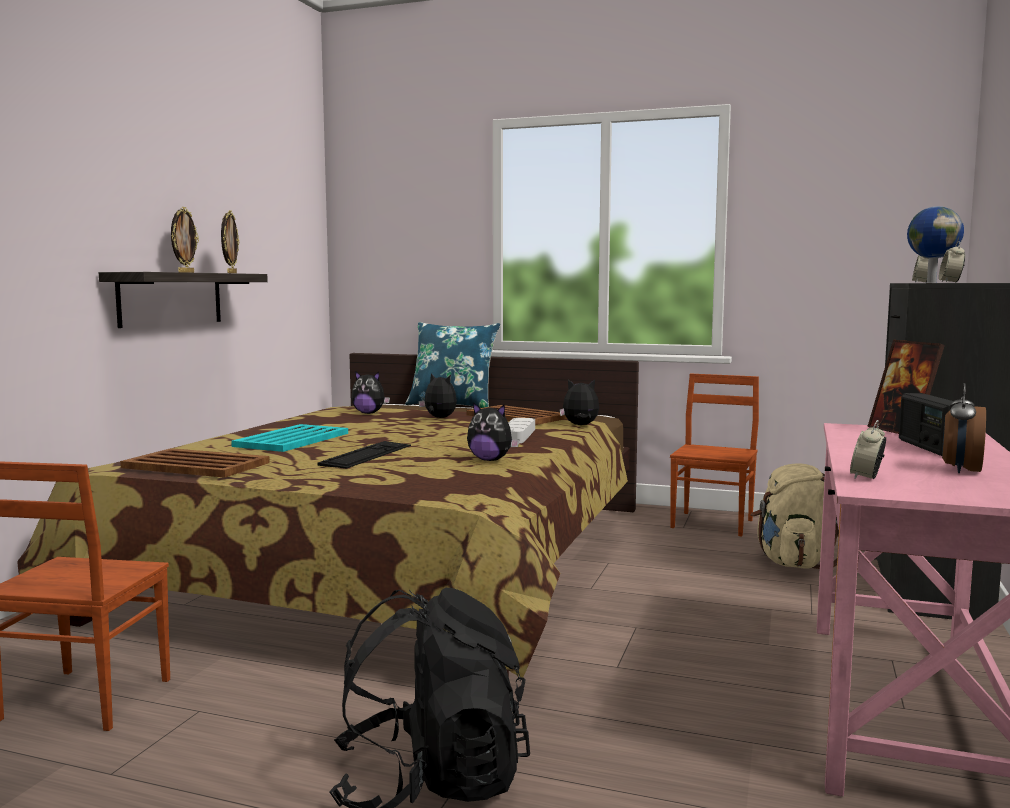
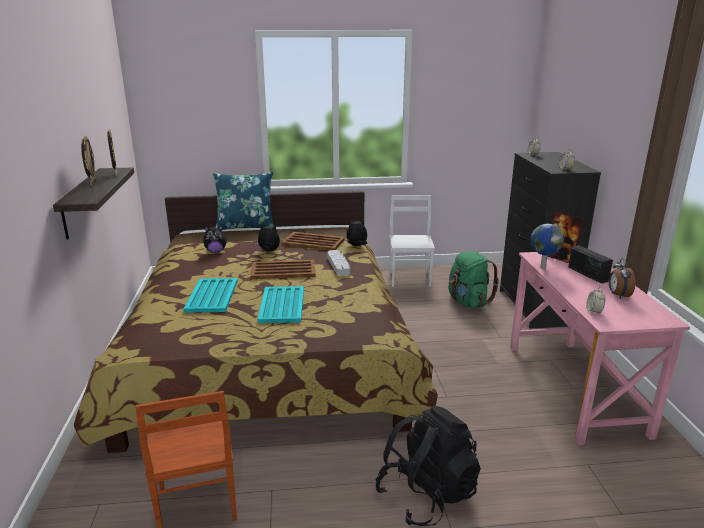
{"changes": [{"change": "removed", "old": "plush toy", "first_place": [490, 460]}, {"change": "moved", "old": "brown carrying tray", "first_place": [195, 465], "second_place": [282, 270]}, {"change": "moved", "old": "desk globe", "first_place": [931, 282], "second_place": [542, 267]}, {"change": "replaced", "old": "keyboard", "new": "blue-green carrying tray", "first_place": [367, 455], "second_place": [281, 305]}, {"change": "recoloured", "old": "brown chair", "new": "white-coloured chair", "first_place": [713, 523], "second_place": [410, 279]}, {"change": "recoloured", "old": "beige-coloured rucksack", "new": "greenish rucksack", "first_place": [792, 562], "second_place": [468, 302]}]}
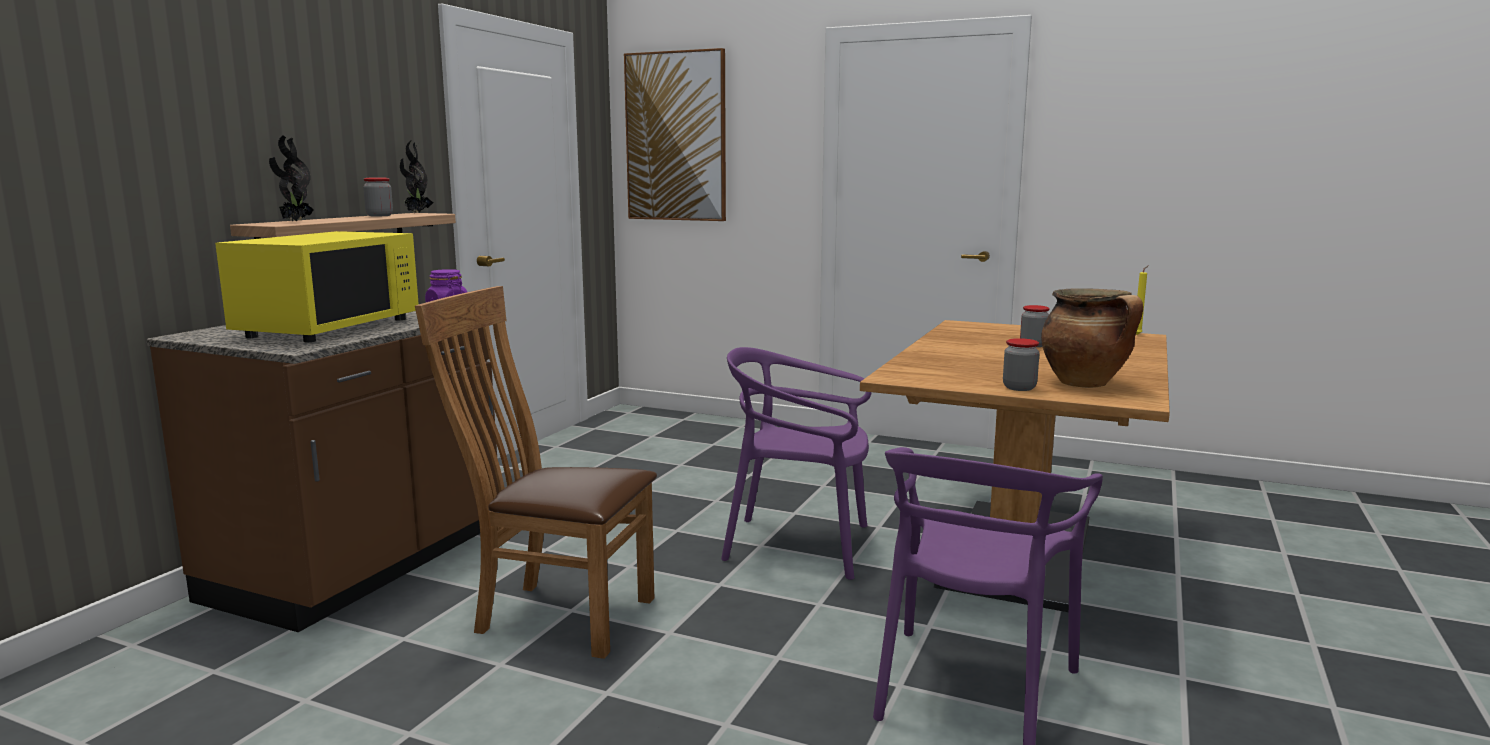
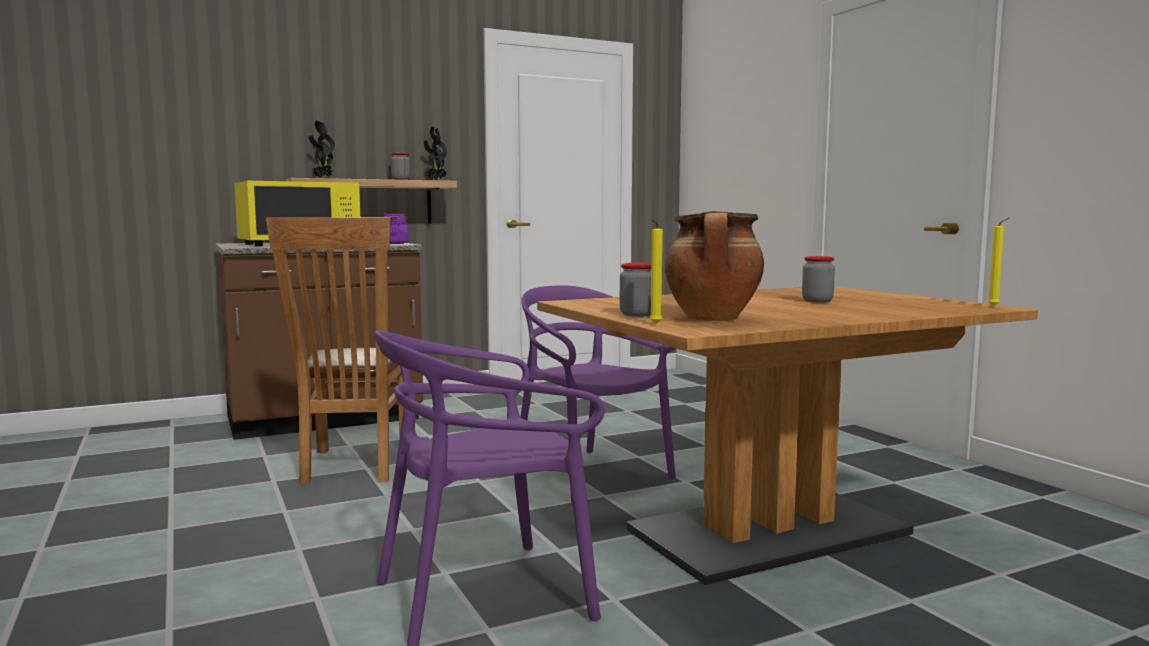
{"changes": [{"change": "removed", "old": "wall picture", "first_place": [676, 137]}, {"change": "added", "new": "yellow candle", "second_place": [654, 324]}, {"change": "turned", "old": "brown chair", "first_place": [555, 615], "second_place": [352, 467], "degrees": -150}]}
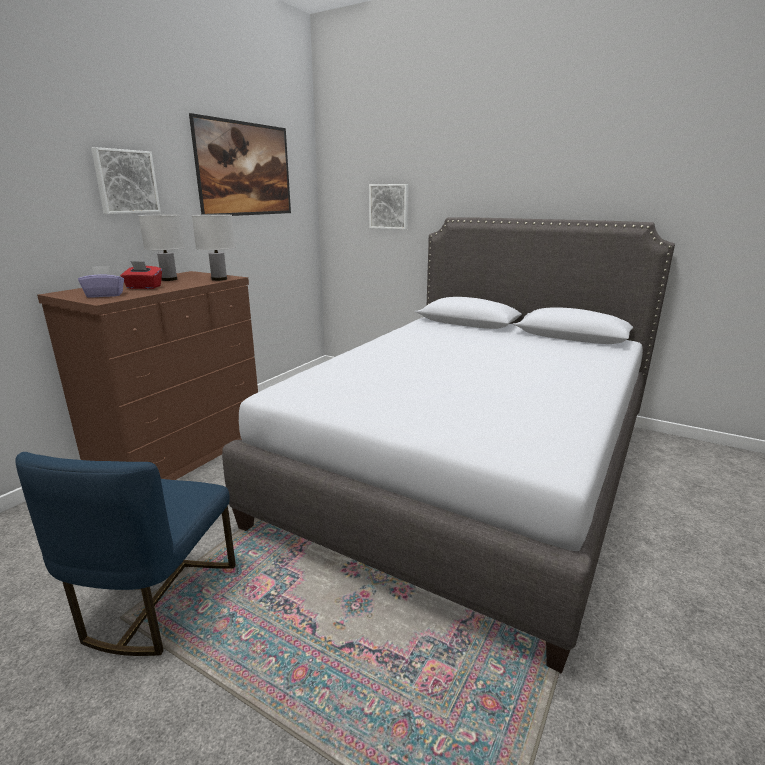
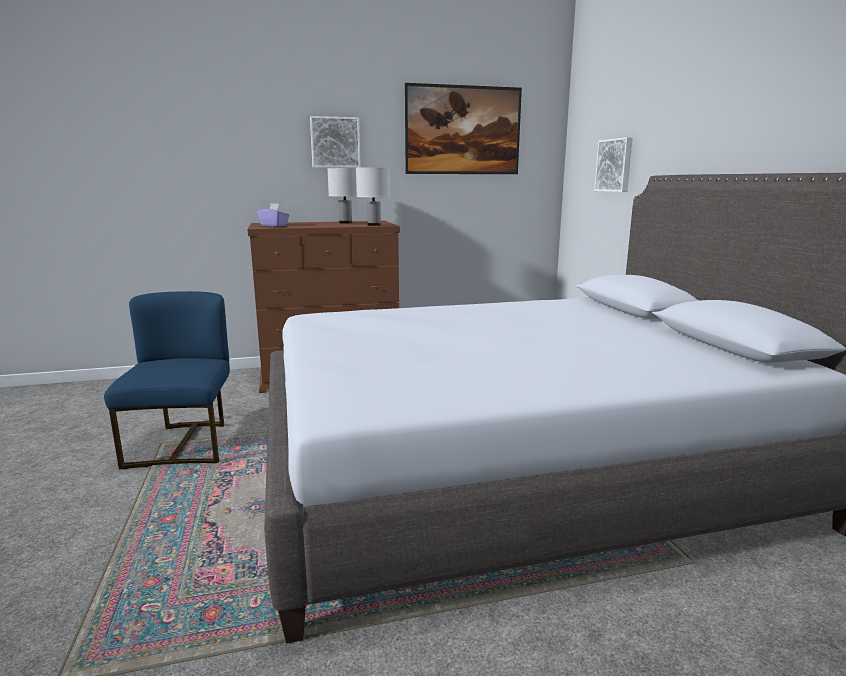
{"changes": [{"change": "removed", "old": "red box of tissues", "first_place": [143, 287]}, {"change": "turned", "old": "blue chair", "first_place": [155, 601], "second_place": [184, 444], "degrees": 120}]}
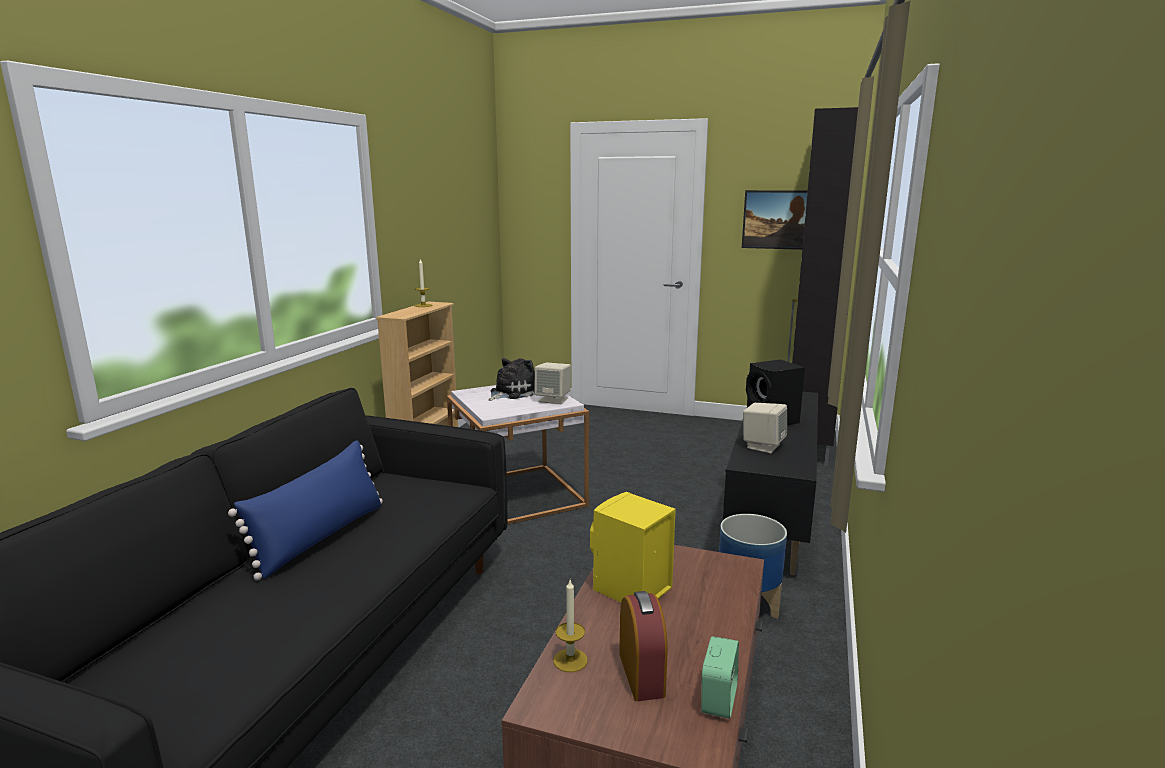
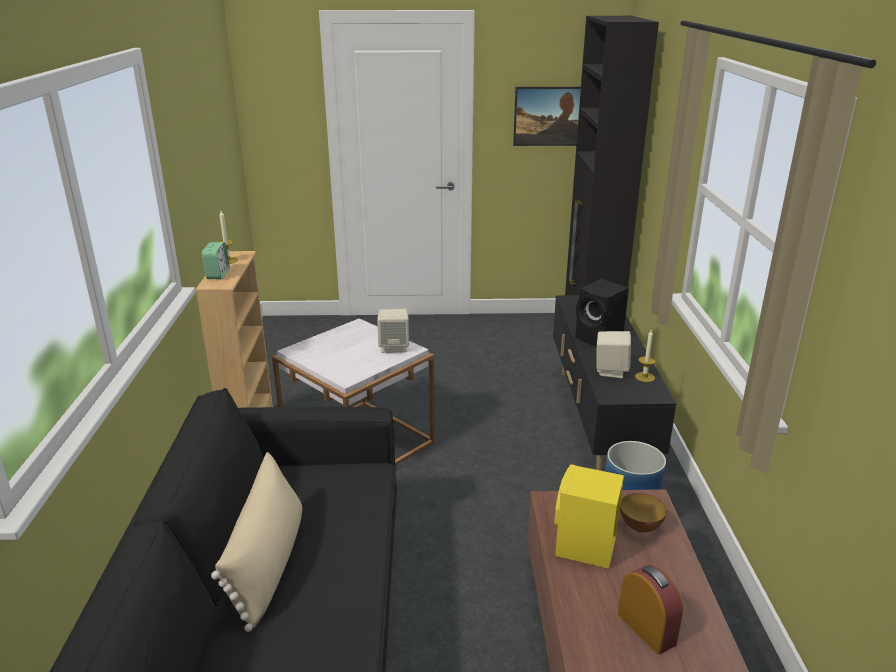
{"changes": [{"change": "removed", "old": "plush toy", "first_place": [511, 393]}, {"change": "added", "new": "serving bowl", "second_place": [640, 527]}, {"change": "moved", "old": "candle", "first_place": [570, 660], "second_place": [644, 377]}, {"change": "moved", "old": "table clock", "first_place": [718, 699], "second_place": [218, 274]}, {"change": "recoloured", "old": "blue throw pillow", "new": "beige-coloured throw pillow", "first_place": [321, 537], "second_place": [268, 563]}]}
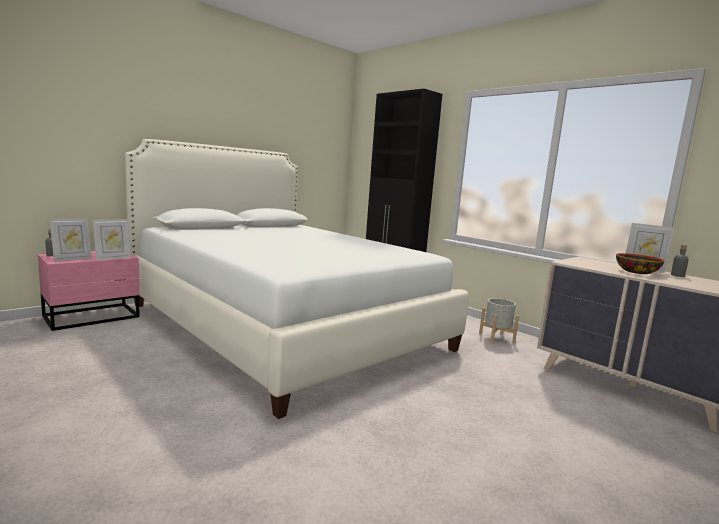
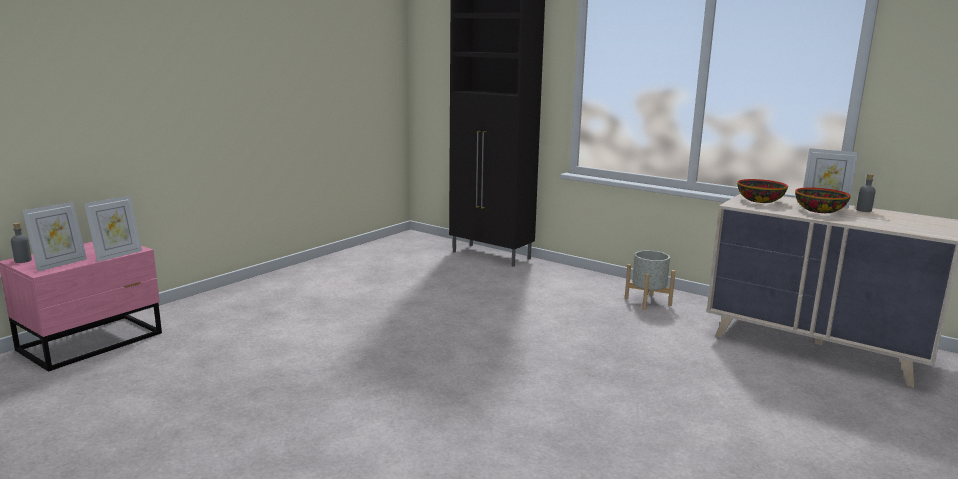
{"changes": [{"change": "removed", "old": "white-coloured bed", "first_place": [284, 326]}, {"change": "added", "new": "serving bowl", "second_place": [760, 200]}]}
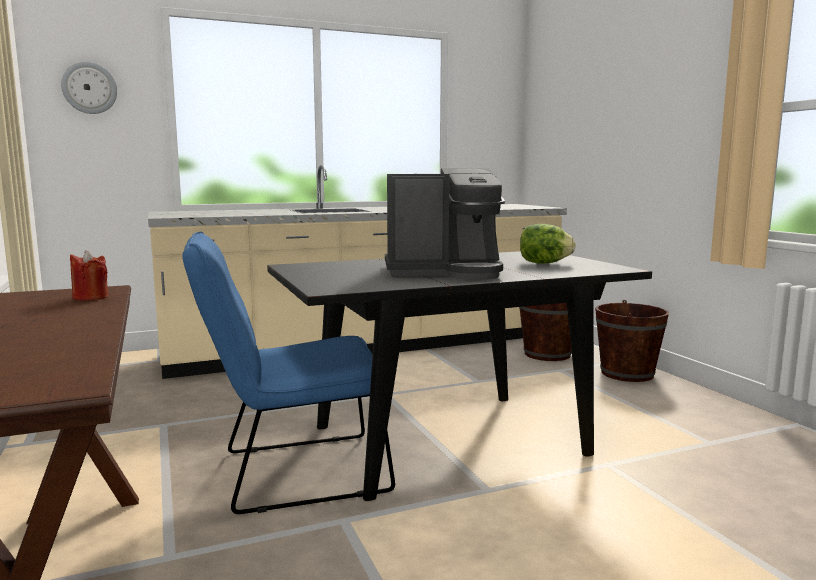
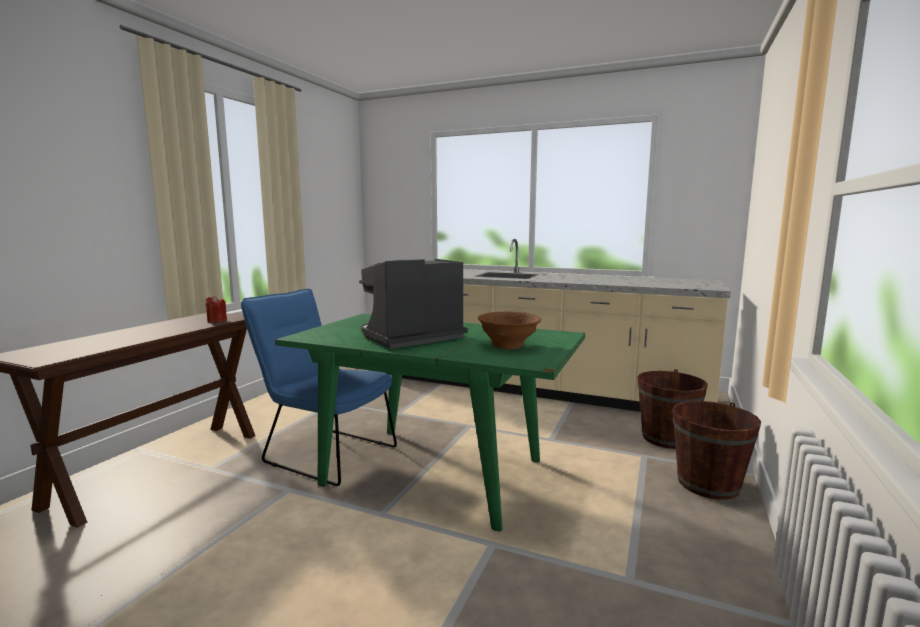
{"changes": [{"change": "removed", "old": "wall clock", "first_place": [89, 88]}, {"change": "replaced", "old": "lettuce head", "new": "brown serving bowl", "first_place": [544, 263], "second_place": [508, 345]}, {"change": "recoloured", "old": "black dining table", "new": "greenish dining table", "first_place": [450, 440], "second_place": [436, 472]}, {"change": "turned", "old": "coffee brewer", "first_place": [445, 272], "second_place": [410, 338], "degrees": 105}]}
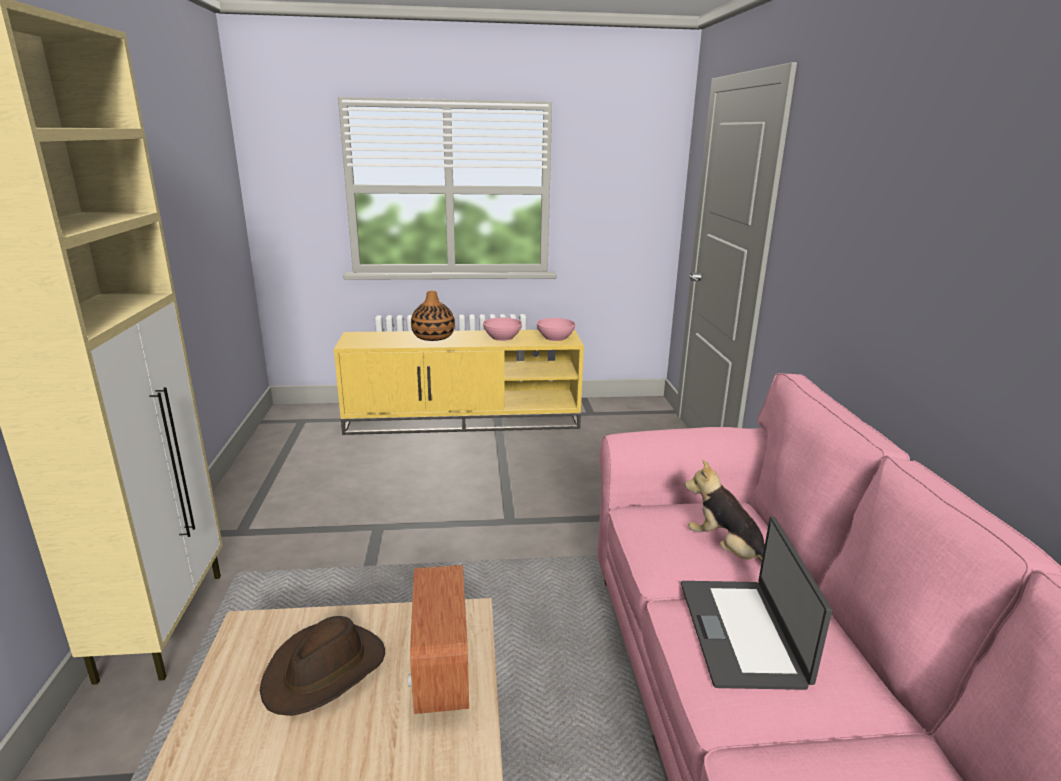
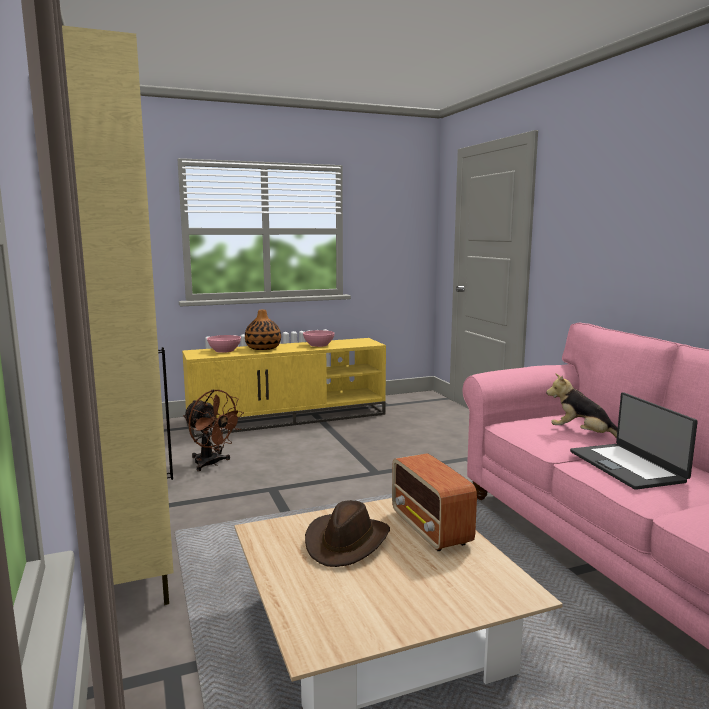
{"changes": [{"change": "added", "new": "brown cooling fan", "second_place": [212, 464]}, {"change": "moved", "old": "pink-coloured serving bowl", "first_place": [555, 337], "second_place": [224, 350]}]}
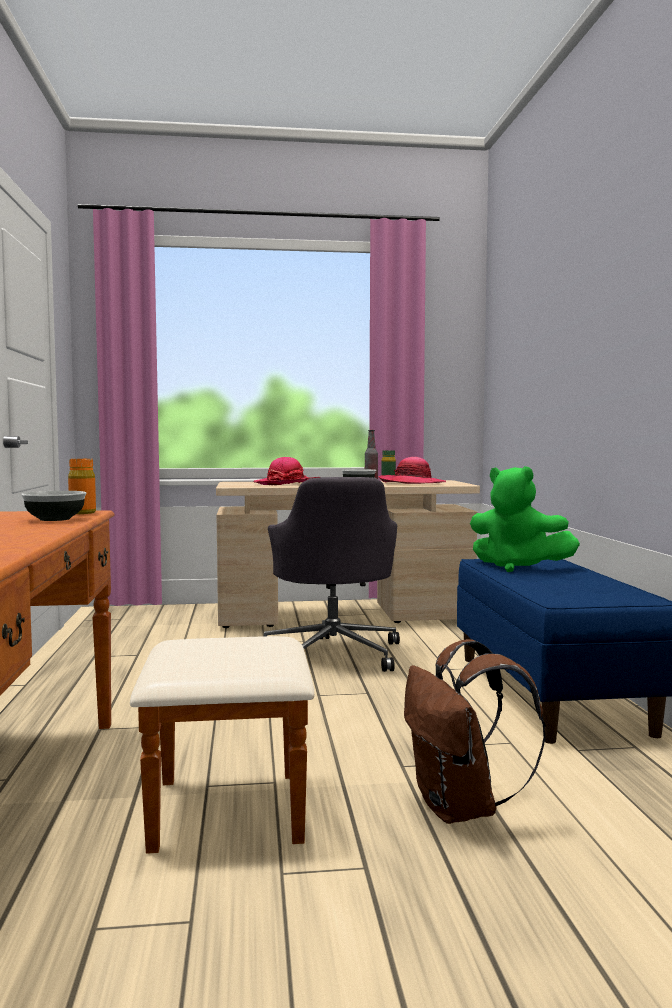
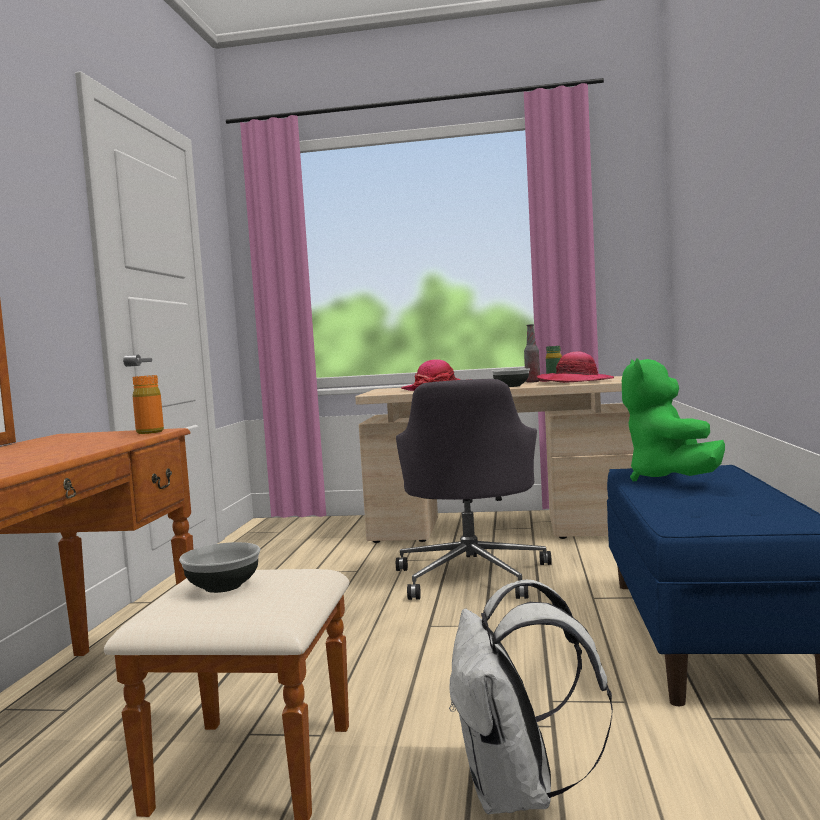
{"changes": [{"change": "moved", "old": "serving bowl", "first_place": [54, 519], "second_place": [222, 586]}, {"change": "recoloured", "old": "brown rucksack", "new": "white-coloured rucksack", "first_place": [461, 809], "second_place": [517, 793]}, {"change": "turned", "old": "greenish plush toy", "first_place": [517, 567], "second_place": [669, 479], "degrees": 45}]}
